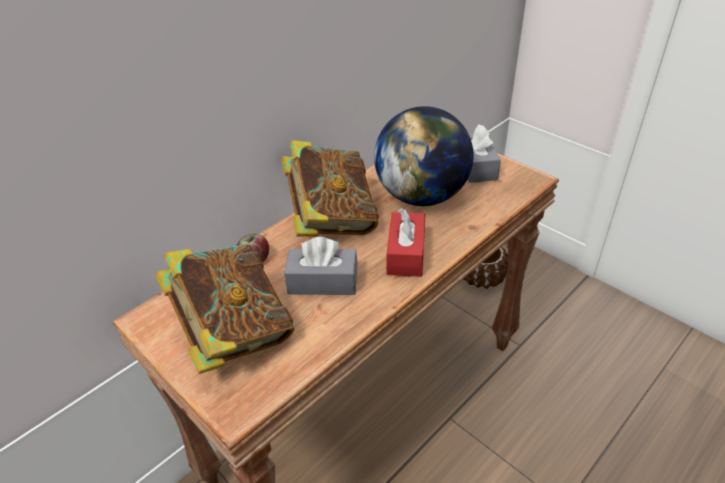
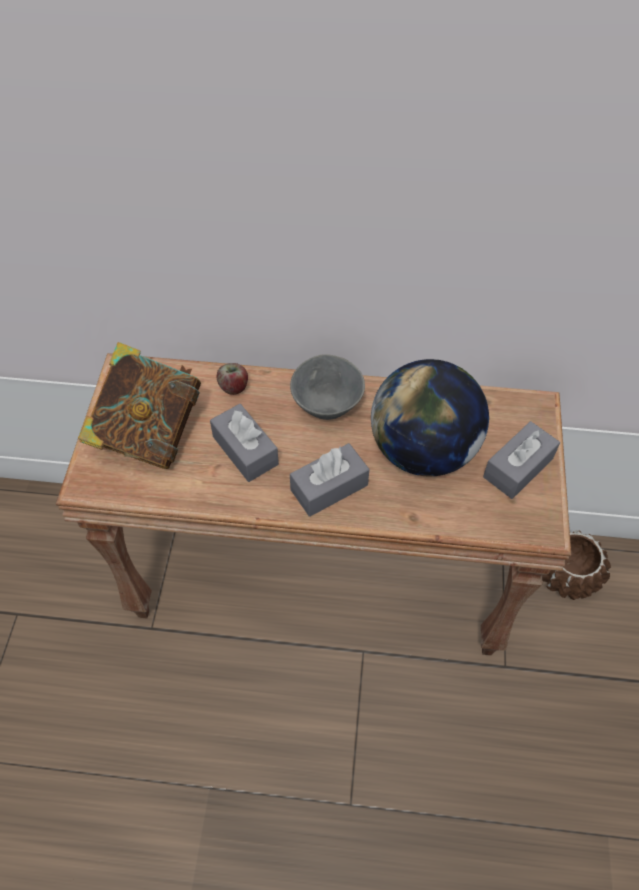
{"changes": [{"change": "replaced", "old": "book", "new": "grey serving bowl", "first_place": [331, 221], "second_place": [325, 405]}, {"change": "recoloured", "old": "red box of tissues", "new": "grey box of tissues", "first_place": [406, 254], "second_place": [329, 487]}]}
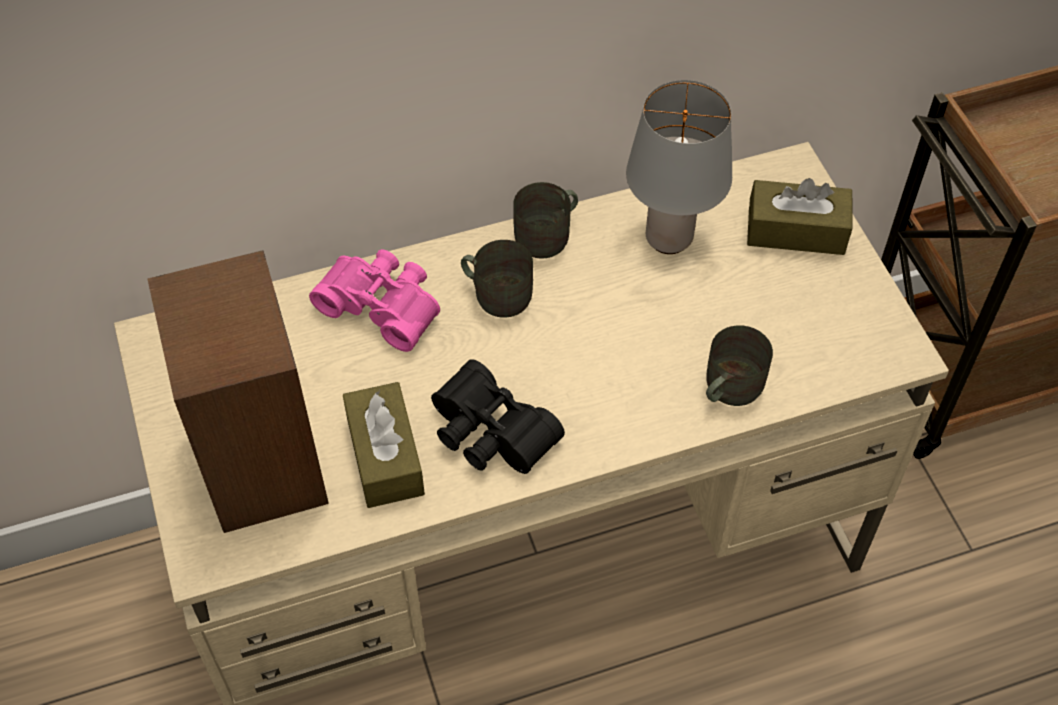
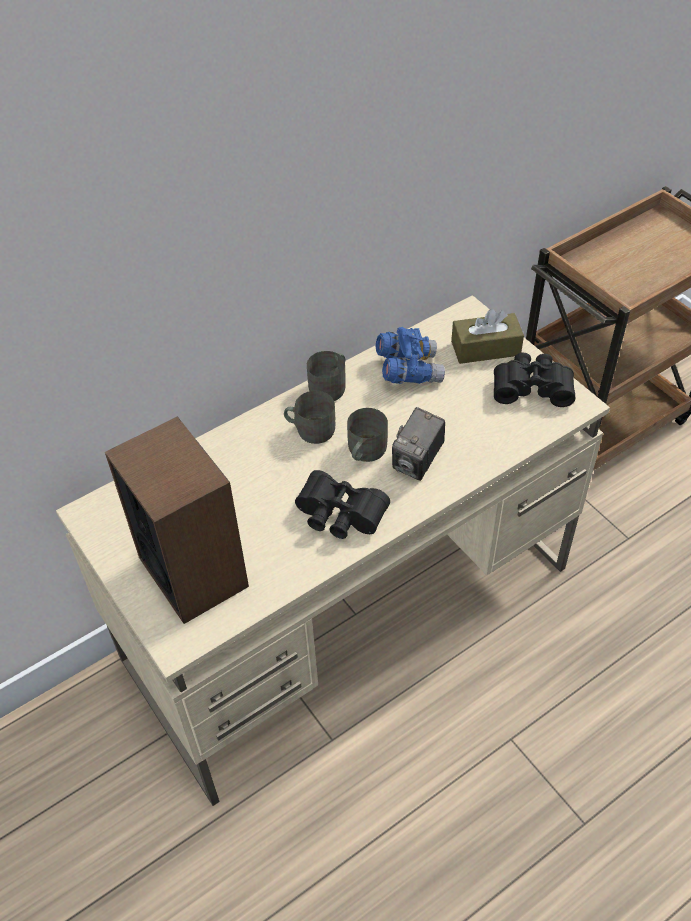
{"changes": [{"change": "removed", "old": "pink-coloured field glasses", "first_place": [383, 305]}, {"change": "removed", "old": "brown box of tissues", "first_place": [385, 456]}, {"change": "added", "new": "still camera", "second_place": [417, 462]}, {"change": "added", "new": "black field glasses", "second_place": [532, 387]}, {"change": "moved", "old": "grey coffee mug", "first_place": [728, 388], "second_place": [364, 451]}, {"change": "replaced", "old": "grey table lamp", "new": "blue field glasses", "first_place": [669, 237], "second_place": [408, 370]}]}
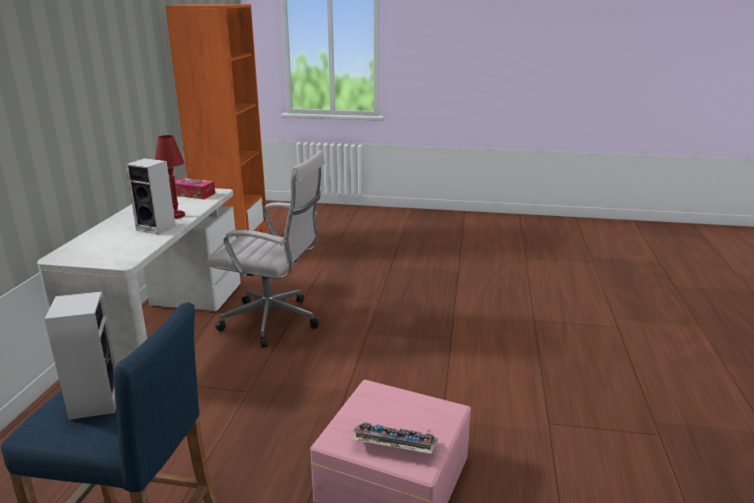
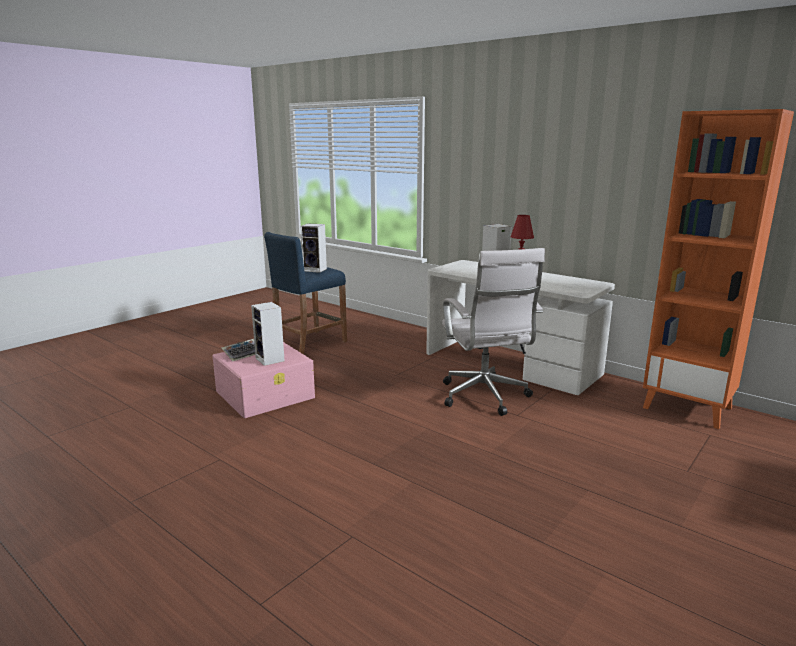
{"changes": [{"change": "removed", "old": "box of tissues", "first_place": [193, 194]}, {"change": "added", "new": "speaker", "second_place": [271, 360]}, {"change": "turned", "old": "white-coloured office chair", "first_place": [275, 322], "second_place": [485, 397], "degrees": -60}]}
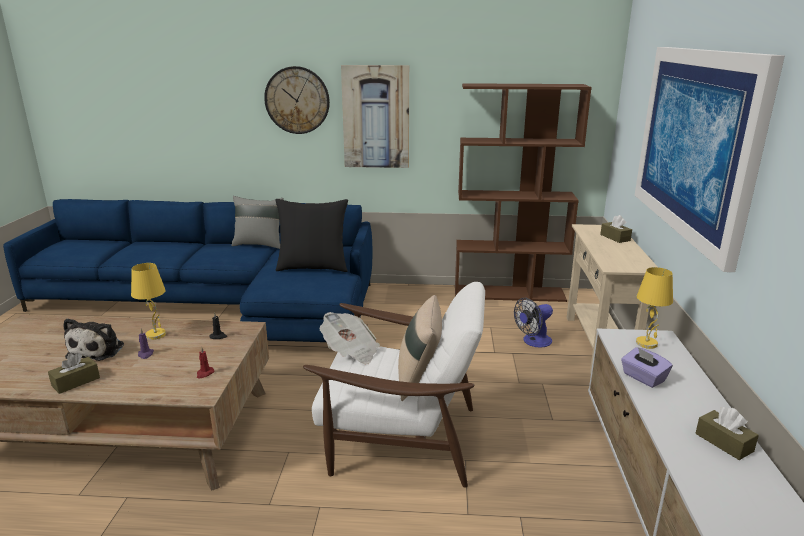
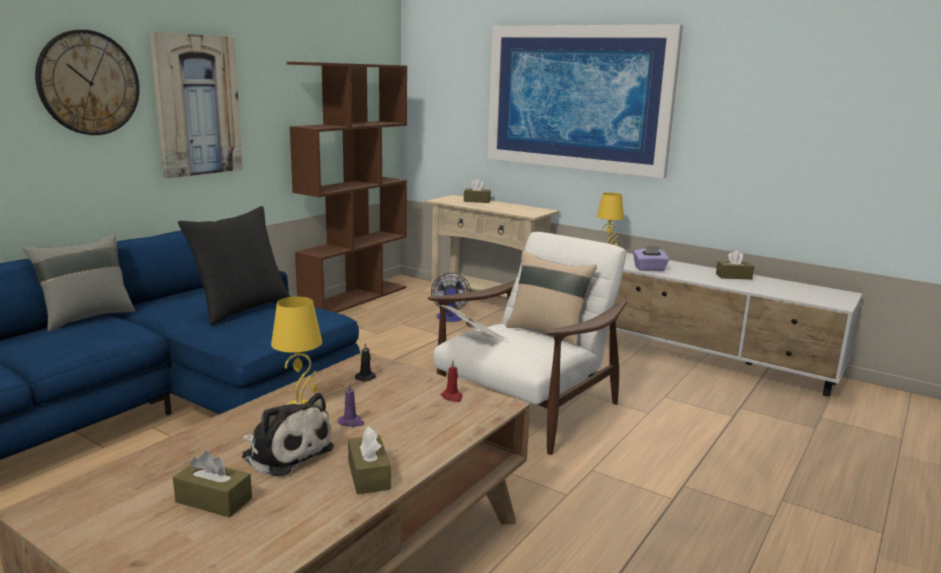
{"changes": [{"change": "added", "new": "brown box of tissues", "second_place": [214, 500]}]}
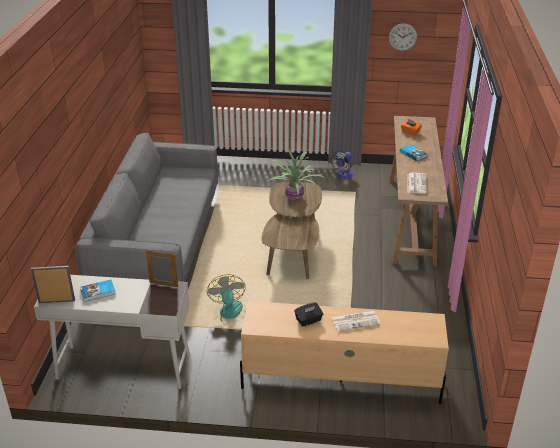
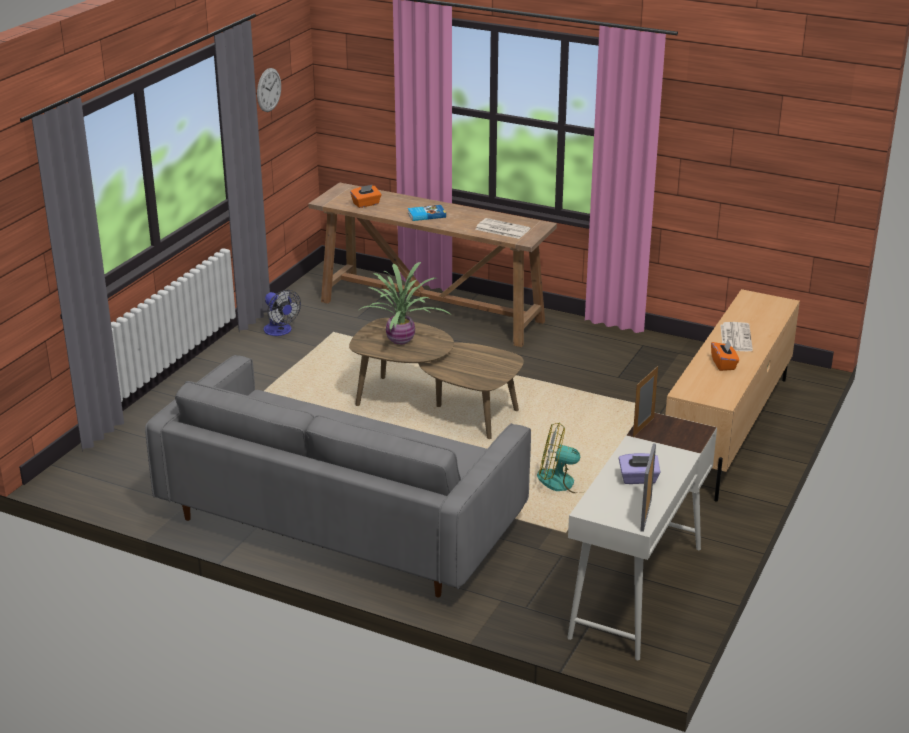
{"changes": [{"change": "replaced", "old": "book", "new": "purple-coloured box of tissues", "first_place": [98, 292], "second_place": [638, 479]}, {"change": "recoloured", "old": "black box of tissues", "new": "orange box of tissues", "first_place": [308, 320], "second_place": [723, 364]}]}
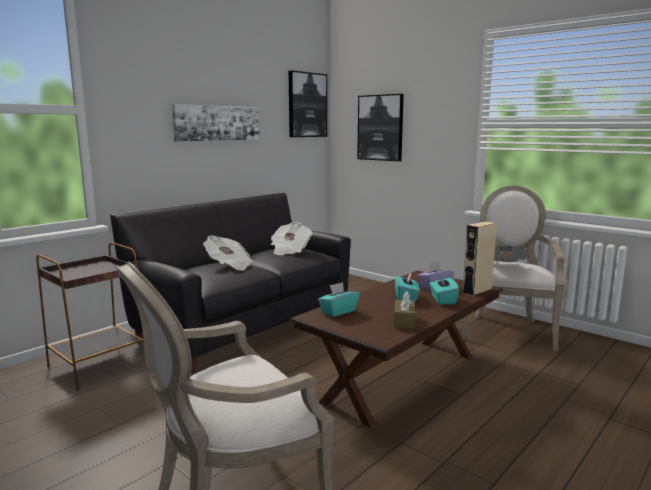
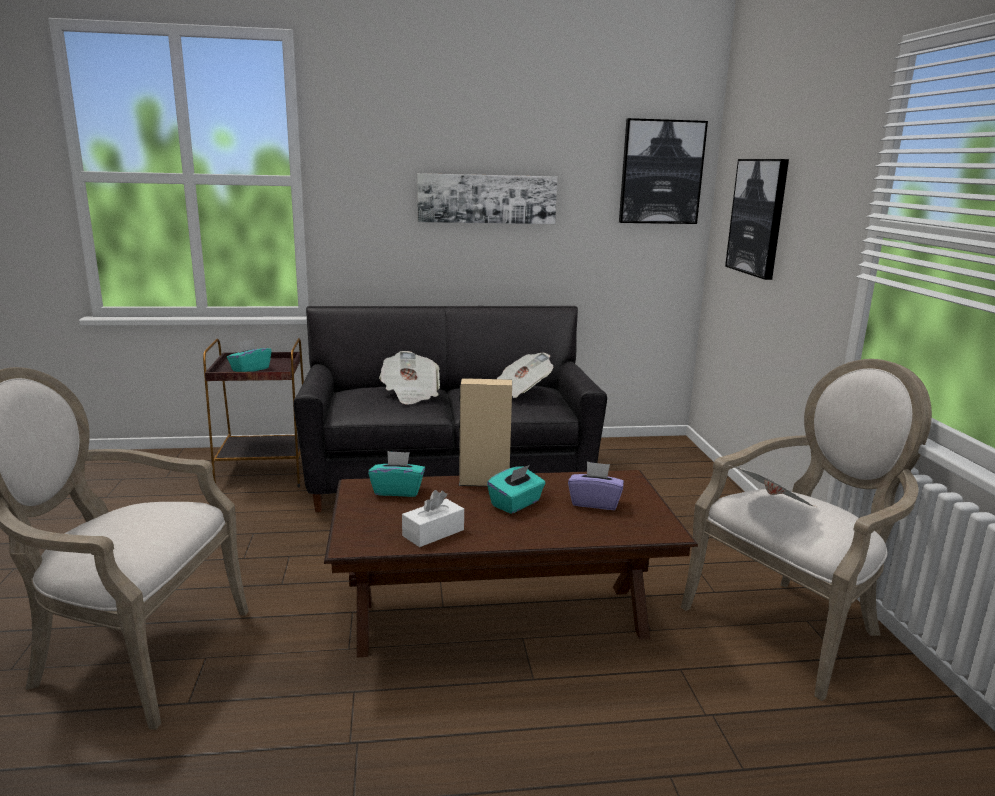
{"changes": [{"change": "moved", "old": "blue-green box of tissues", "first_place": [442, 300], "second_place": [250, 369]}, {"change": "moved", "old": "beige-coloured speaker", "first_place": [477, 290], "second_place": [484, 482]}, {"change": "recoloured", "old": "brown box of tissues", "new": "white-coloured box of tissues", "first_place": [404, 321], "second_place": [433, 533]}]}
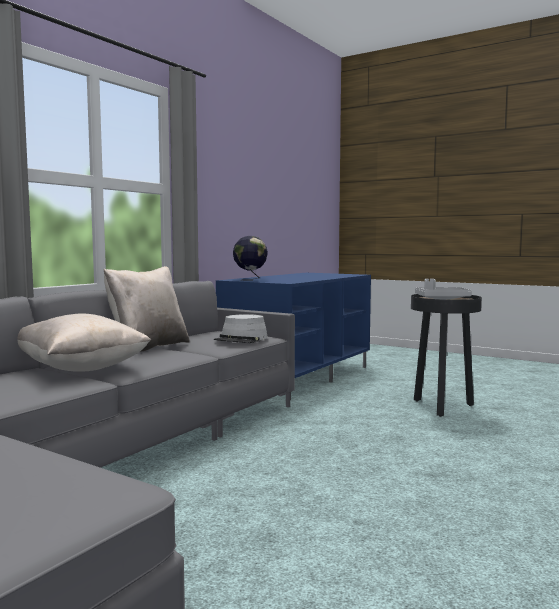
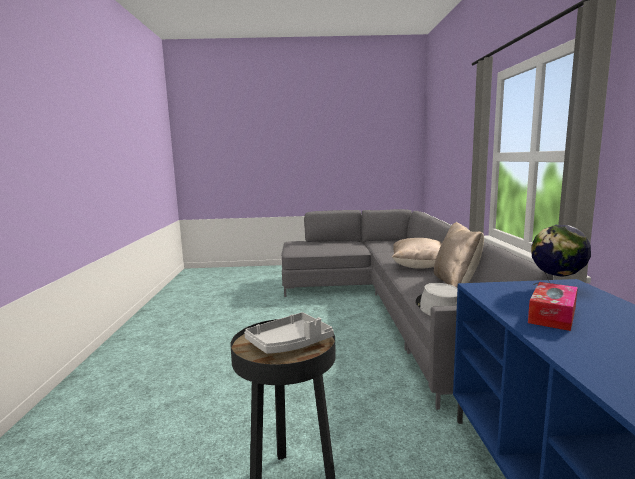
{"changes": [{"change": "added", "new": "box of tissues", "second_place": [552, 315]}]}
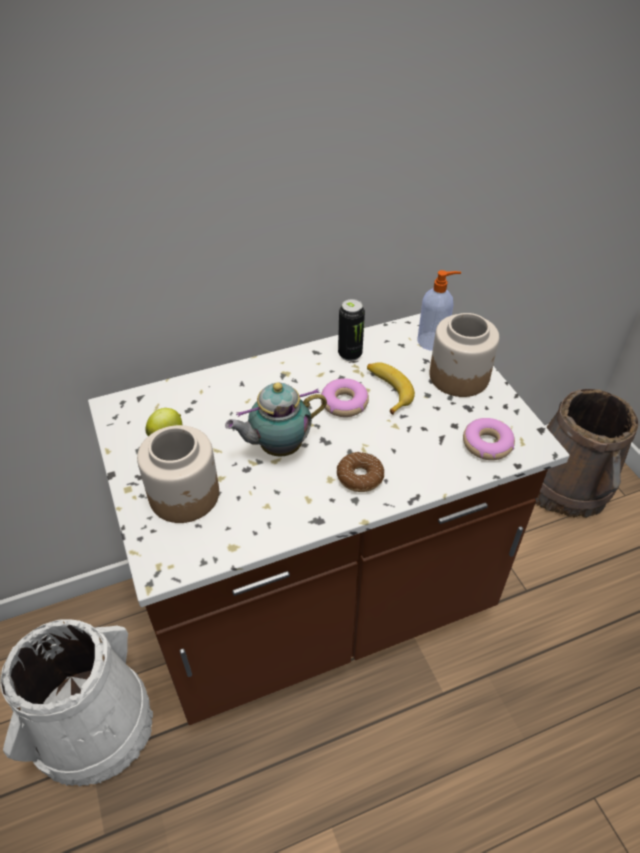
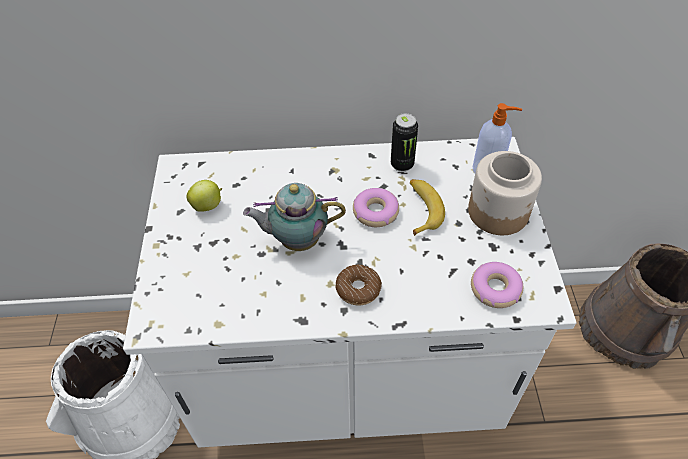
{"changes": [{"change": "removed", "old": "jar", "first_place": [185, 495]}, {"change": "recoloured", "old": "brown counter", "new": "white-coloured counter", "first_place": [320, 606], "second_place": [348, 377]}]}
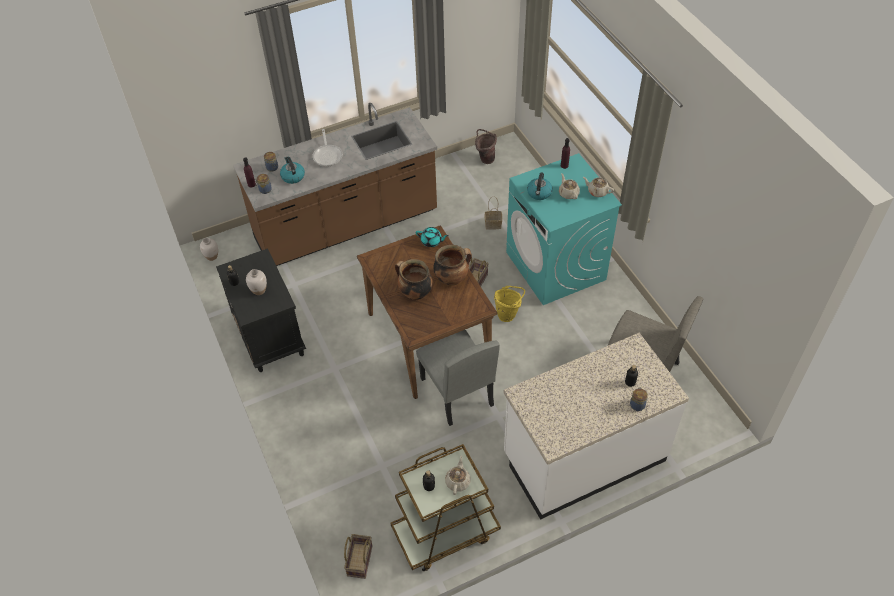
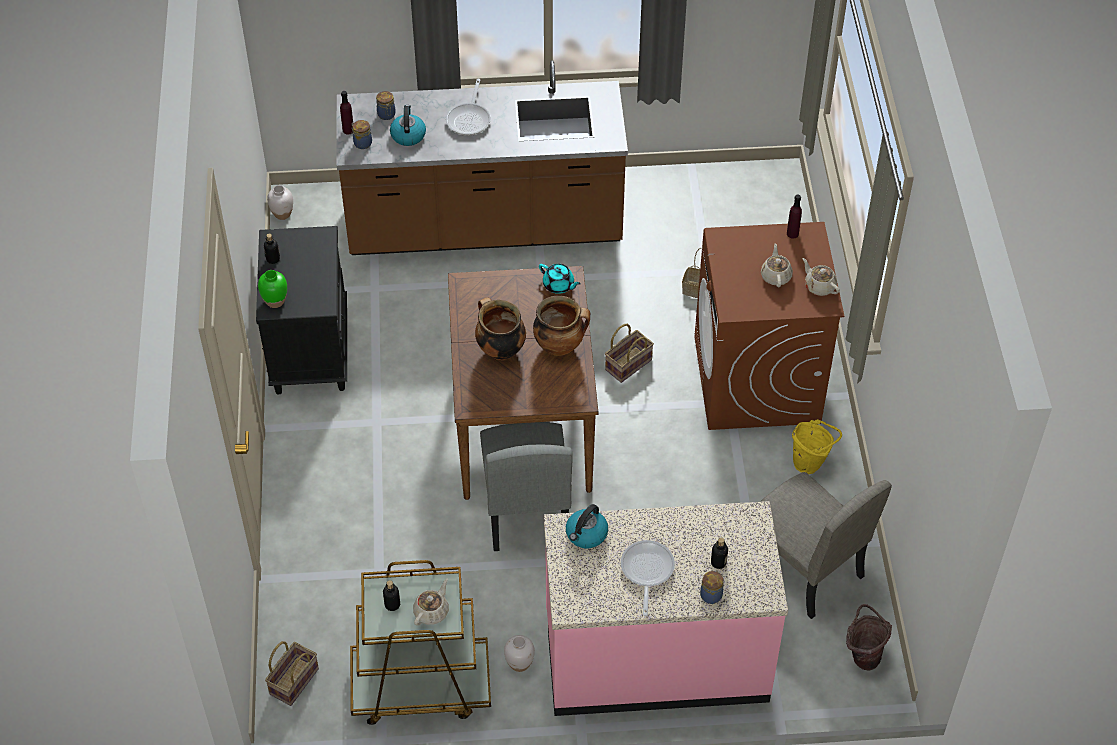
{"changes": [{"change": "added", "new": "greenish flower vase", "second_place": [275, 301]}, {"change": "added", "new": "frying pan", "second_place": [646, 571]}, {"change": "moved", "old": "white-coloured flower vase", "first_place": [259, 290], "second_place": [519, 663]}, {"change": "moved", "old": "brown bucket", "first_place": [485, 158], "second_place": [863, 655]}, {"change": "moved", "old": "yellow bucket", "first_place": [508, 314], "second_place": [810, 463]}, {"change": "moved", "old": "water kettle", "first_place": [539, 193], "second_place": [586, 535]}, {"change": "recoloured", "old": "white-coloured counter", "new": "pink-coloured counter", "first_place": [583, 457], "second_place": [656, 656]}, {"change": "recoloured", "old": "blue-green laundry machine", "new": "brown laundry machine", "first_place": [556, 266], "second_place": [757, 380]}]}
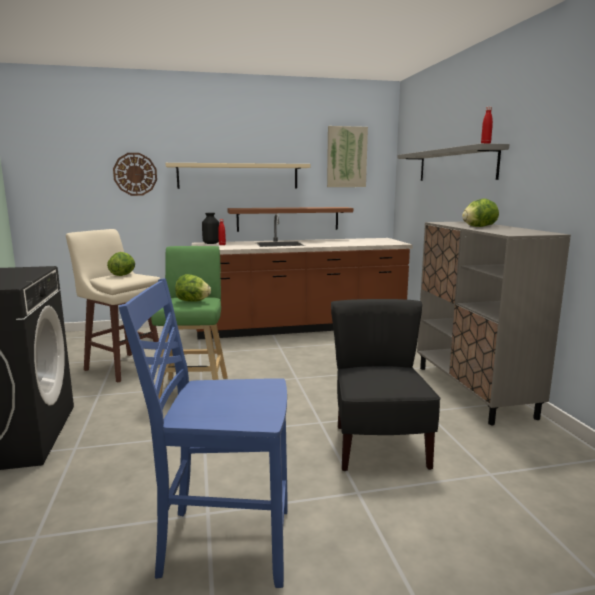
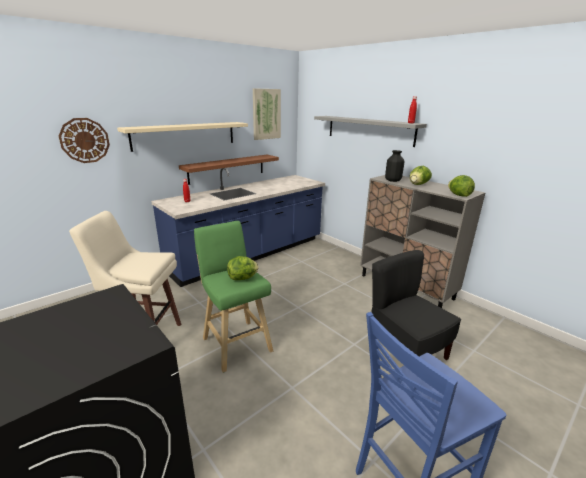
{"changes": [{"change": "moved", "old": "lettuce head", "first_place": [123, 275], "second_place": [458, 195]}, {"change": "moved", "old": "black flower vase", "first_place": [211, 243], "second_place": [393, 180]}, {"change": "recoloured", "old": "brown counter", "new": "blue counter", "first_place": [300, 327], "second_place": [250, 255]}]}
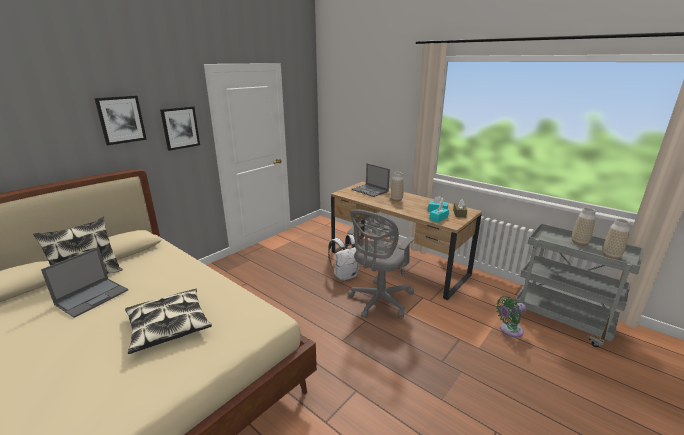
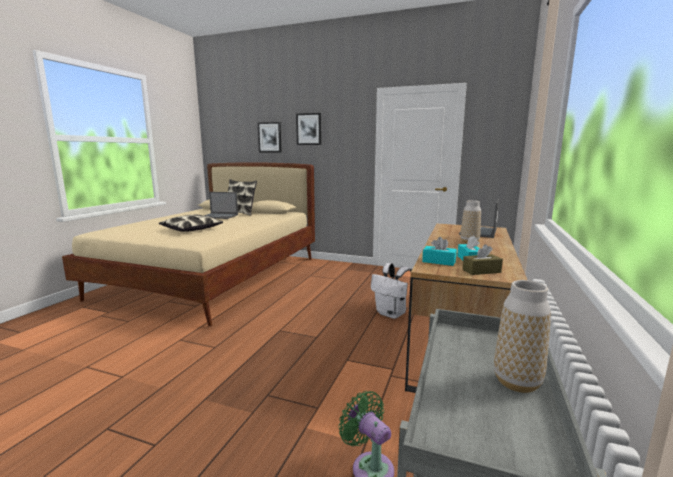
{"changes": [{"change": "removed", "old": "grey office chair", "first_place": [379, 301]}, {"change": "removed", "old": "flower vase", "first_place": [610, 256]}, {"change": "moved", "old": "wall picture", "first_place": [180, 128], "second_place": [270, 137]}]}
